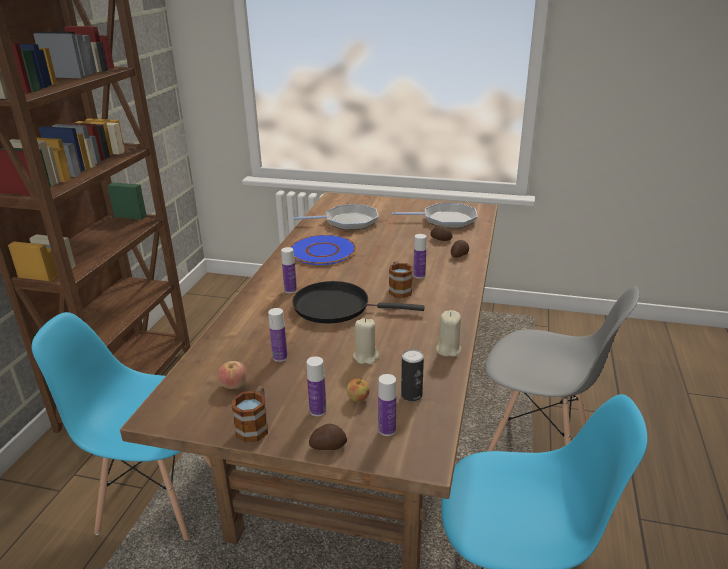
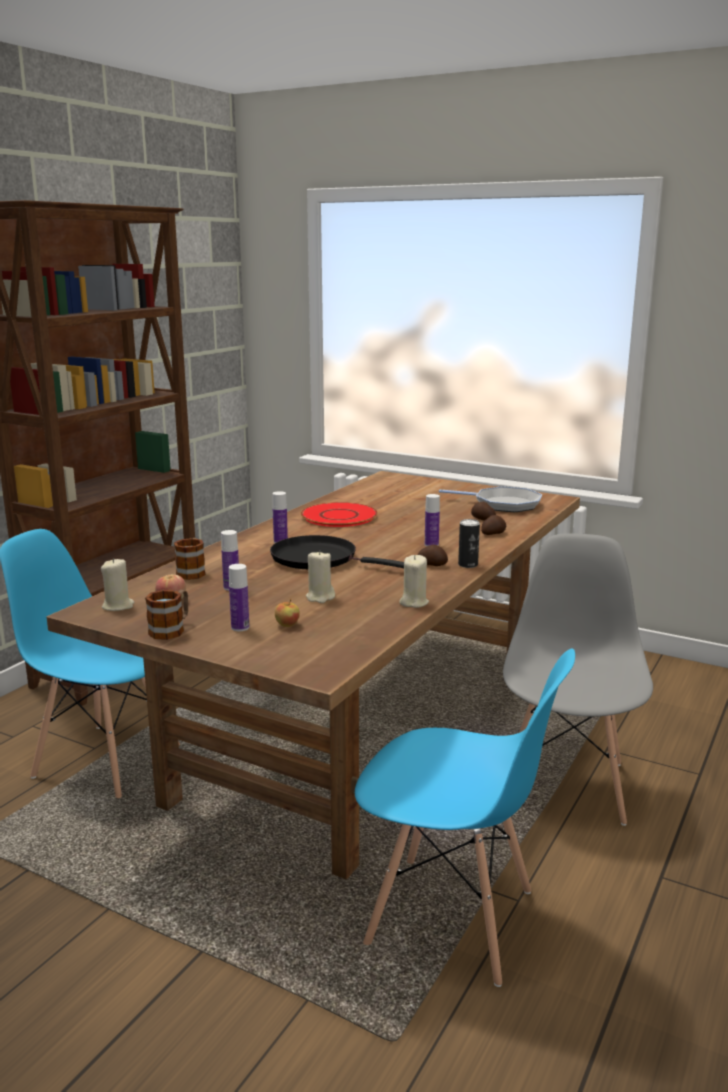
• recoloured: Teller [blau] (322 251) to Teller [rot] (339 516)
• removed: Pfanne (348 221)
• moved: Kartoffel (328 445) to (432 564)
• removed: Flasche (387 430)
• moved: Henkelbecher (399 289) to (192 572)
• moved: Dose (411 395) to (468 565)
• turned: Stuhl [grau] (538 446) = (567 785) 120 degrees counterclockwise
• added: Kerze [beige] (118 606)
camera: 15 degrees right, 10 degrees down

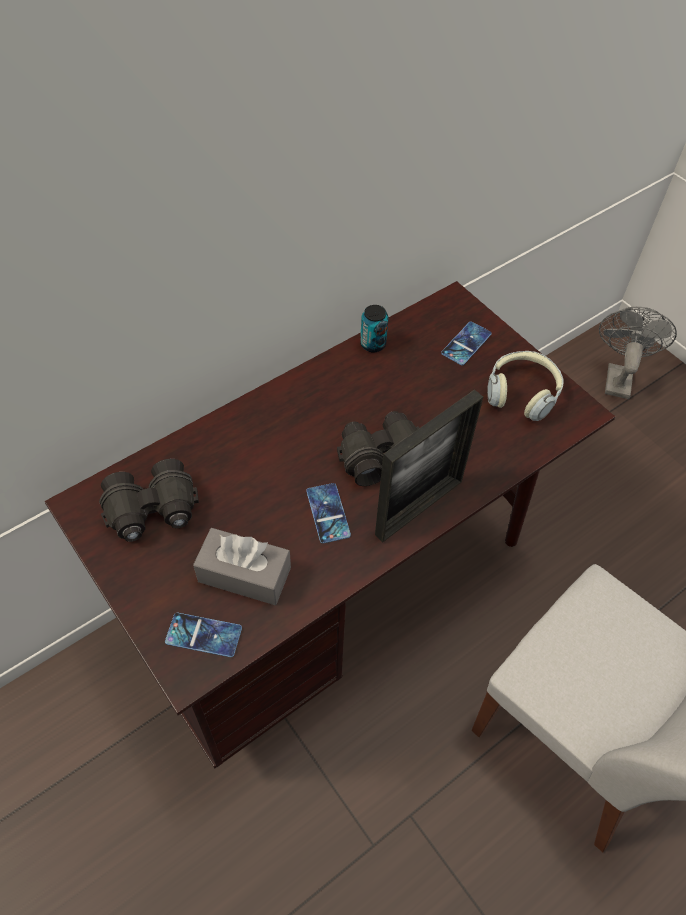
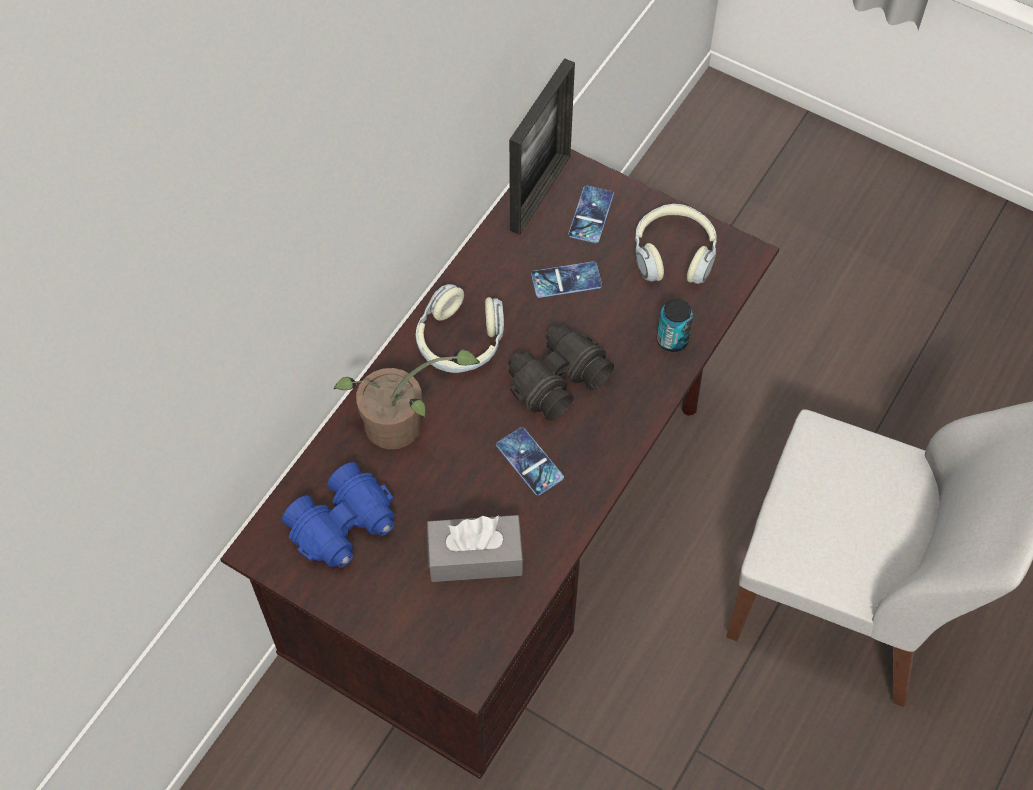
• recoloured: Fernglas [schwarz] (153 511) to Fernglas [blau] (345 526)
• moved: Handy (203 635) to (566 280)
• moved: Dose (373 344) to (672 340)
• moved: Bilderrahmen (419 507) to (540 193)
• removed: Ventilator [grau] (618 376)
• added: Topfpflanze (401 427)
• added: Kopfhörer (460 342)
camera: 20 degrees left, 5 degrees up

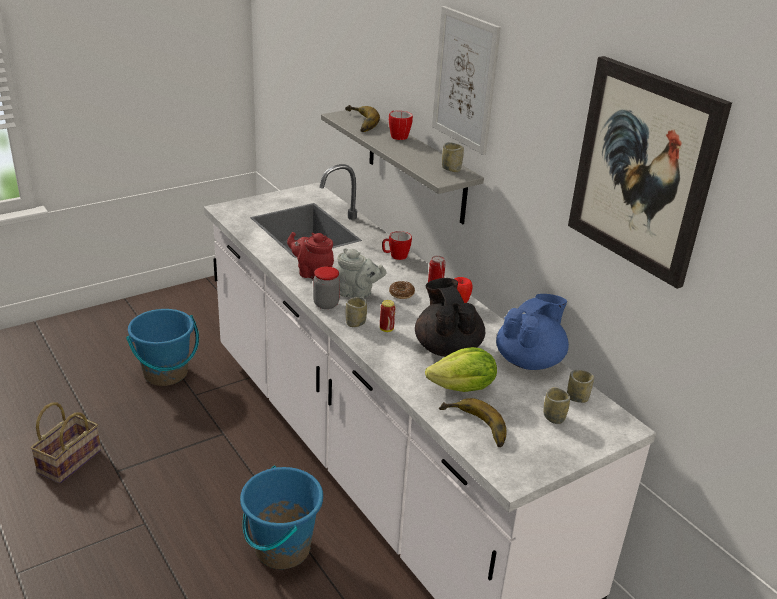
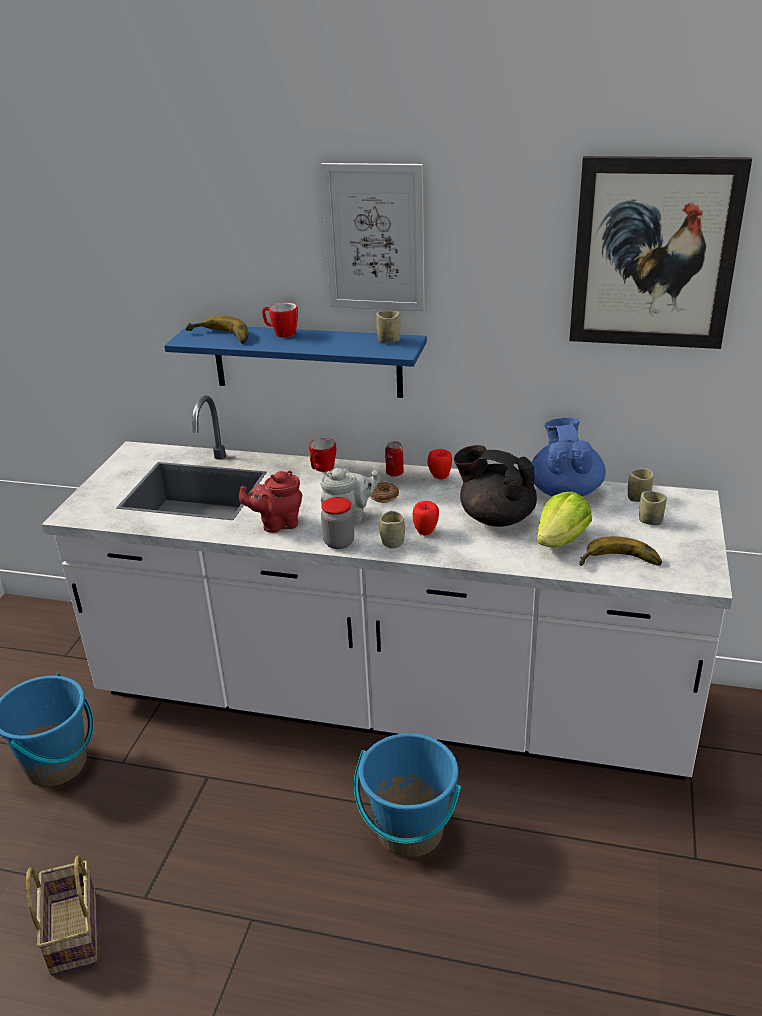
• recoloured: Wandregal [grau] (416 165) to Wandregal [blau] (307 360)
• replaced: Dose (386 329) to Apfel (426 532)
camera: 40 degrees left, 0 degrees up

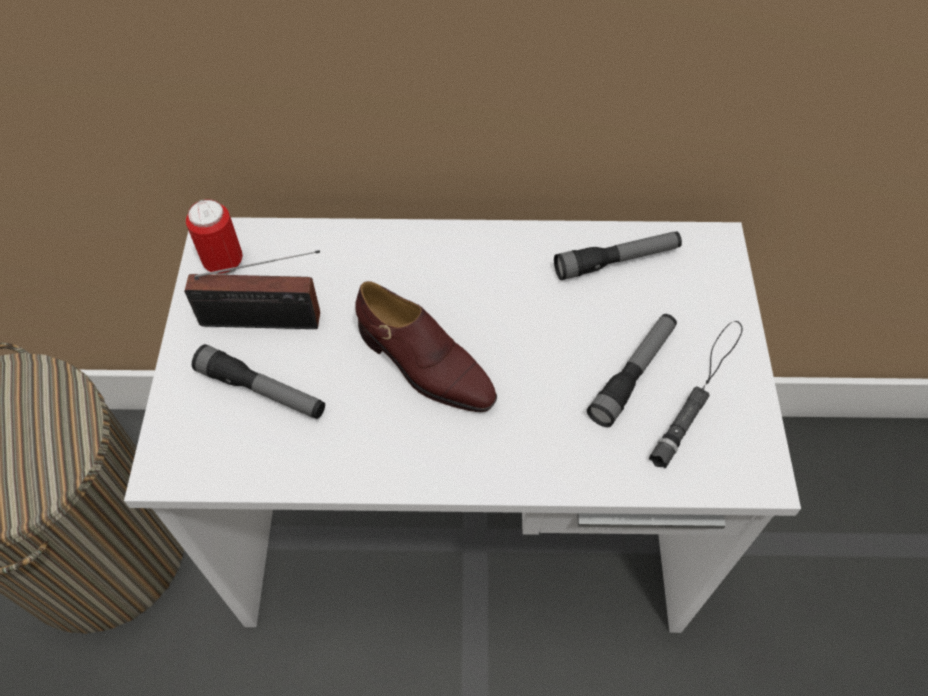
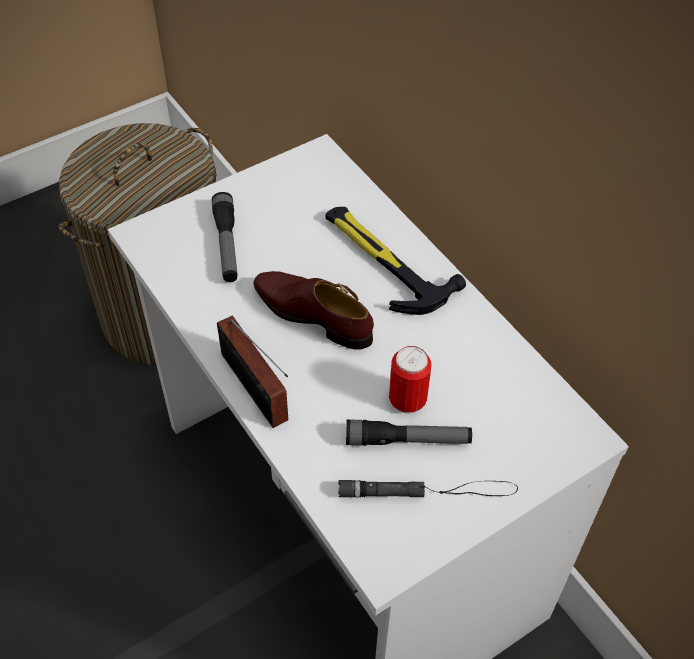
• moved: Radio (267 321) to (256 392)
• moved: Dose (224 263) to (407 401)
• turned: Schuh [braun] (424 365) = (313 315) 120 degrees clockwise
• removed: Taschenlampe (616 261)
• added: Hammer (383 261)
camera: 55 degrees right, 5 degrees down

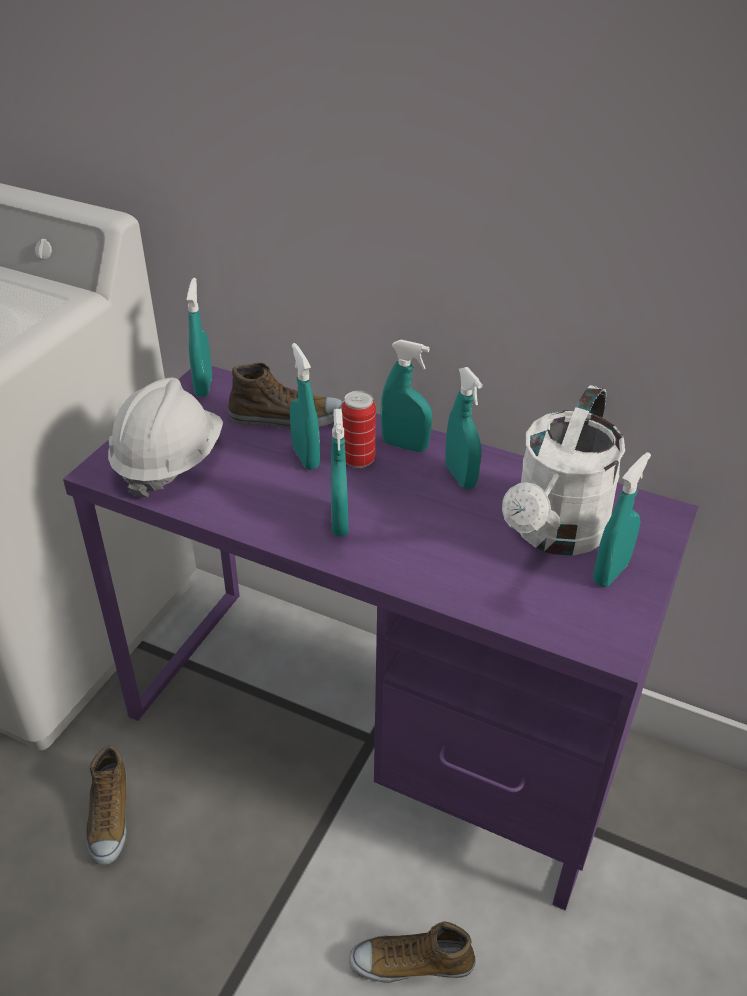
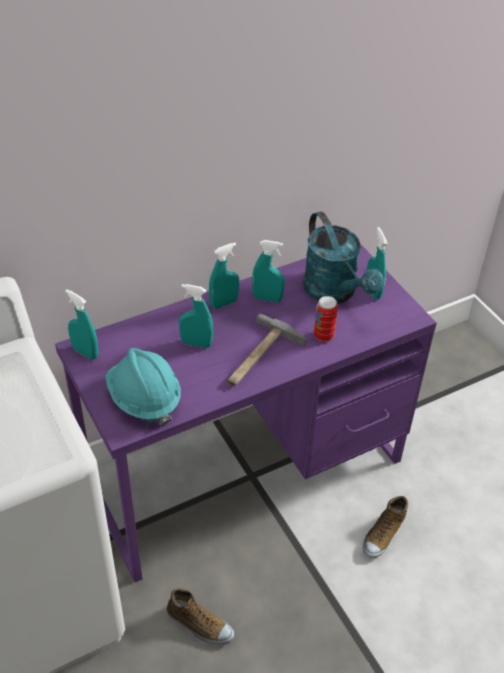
• recoloured: Schutzhelm [weiß] (168 462) to Schutzhelm [türkis] (144 399)
• removed: Schuh (287 418)
• replaced: Sprühflasche [türkis] (339 522) to Hammer (259 357)
• moved: Dose (358 460) to (323 336)
• recoloured: Gießkanne [weiß] (554 535) to Gießkanne [türkis] (335 292)
camera: 55 degrees left, 5 degrees up

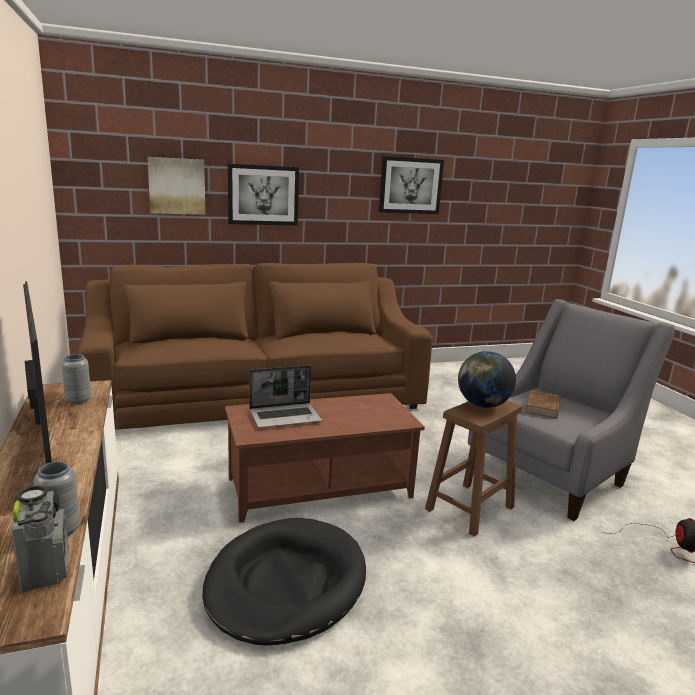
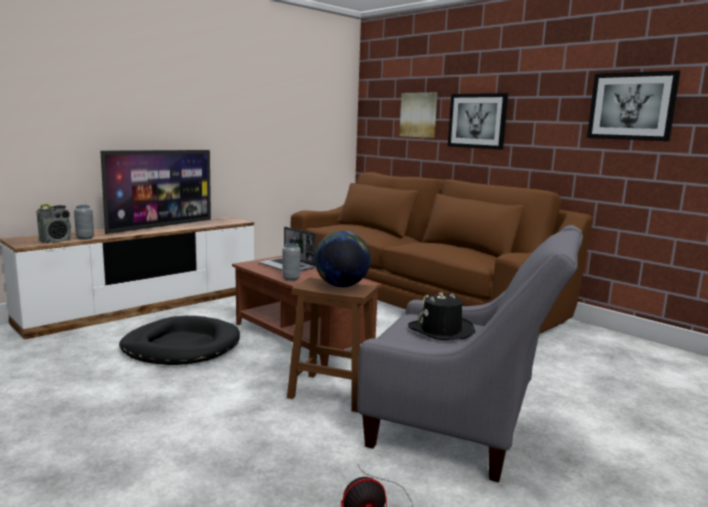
• moved: Vase [grau] (78 401) to (291 278)
• replaced: Buch [braun] (543 407) to Hut [schwarz] (441 331)
camera: 65 degrees right, 5 degrees down

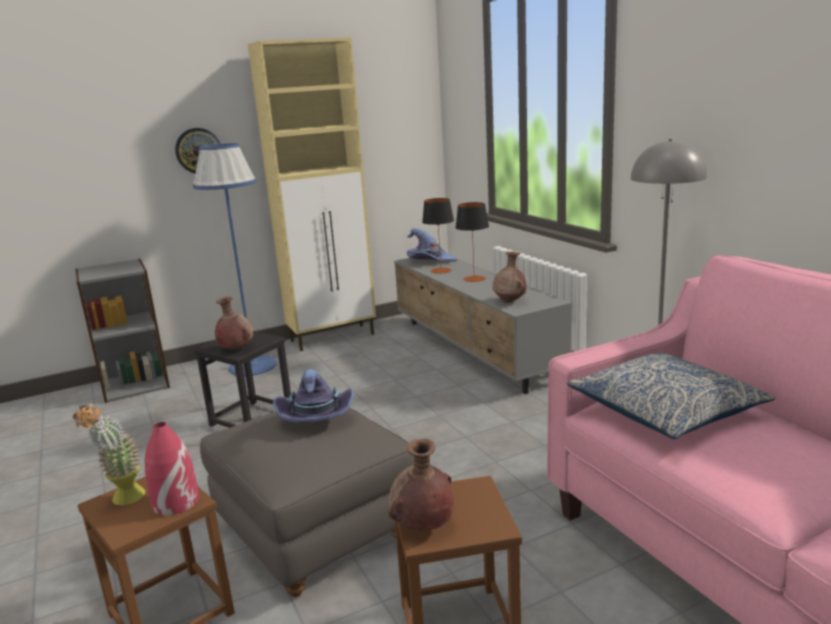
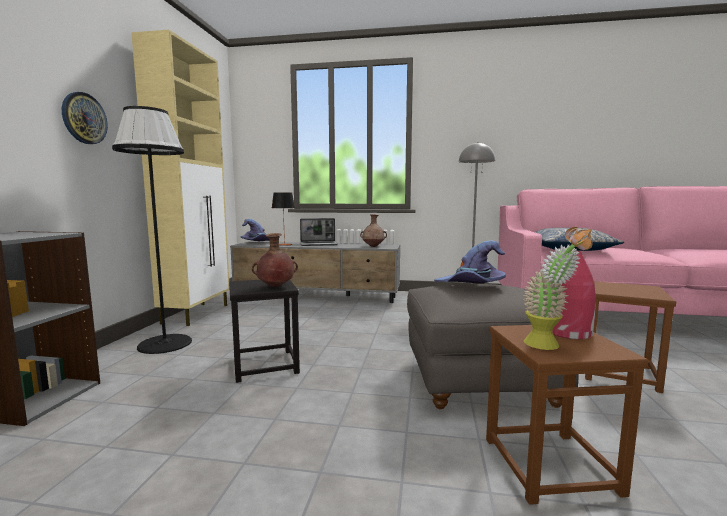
• recoloured: Stehlampe [blau] (253 366) to Stehlampe [schwarz] (165 344)
• removed: Vase [braun] (422 526)
• replaced: Tischlampe (474 279) to Laptop (319 244)
camera: 55 degrees left, 10 degrees down

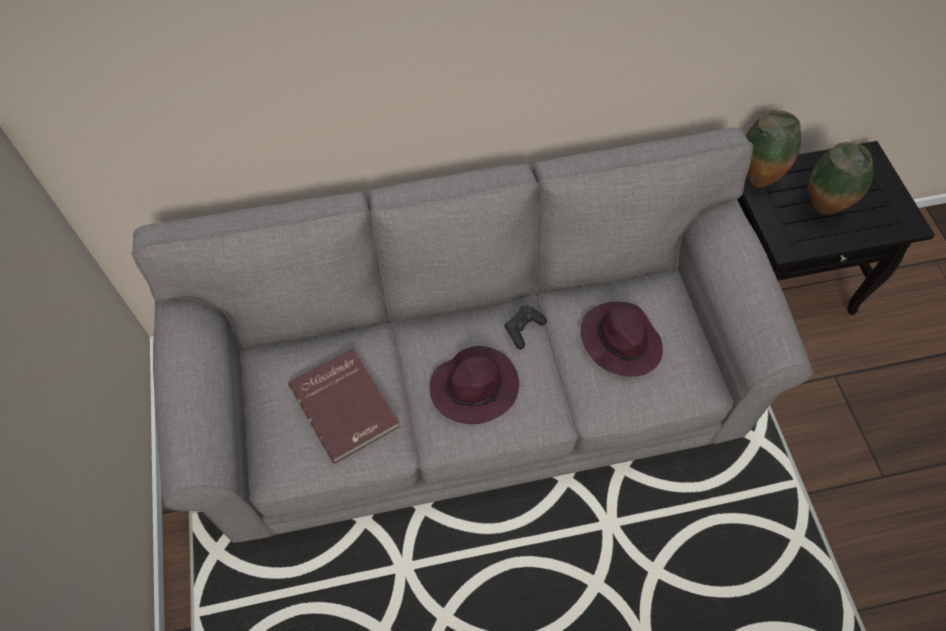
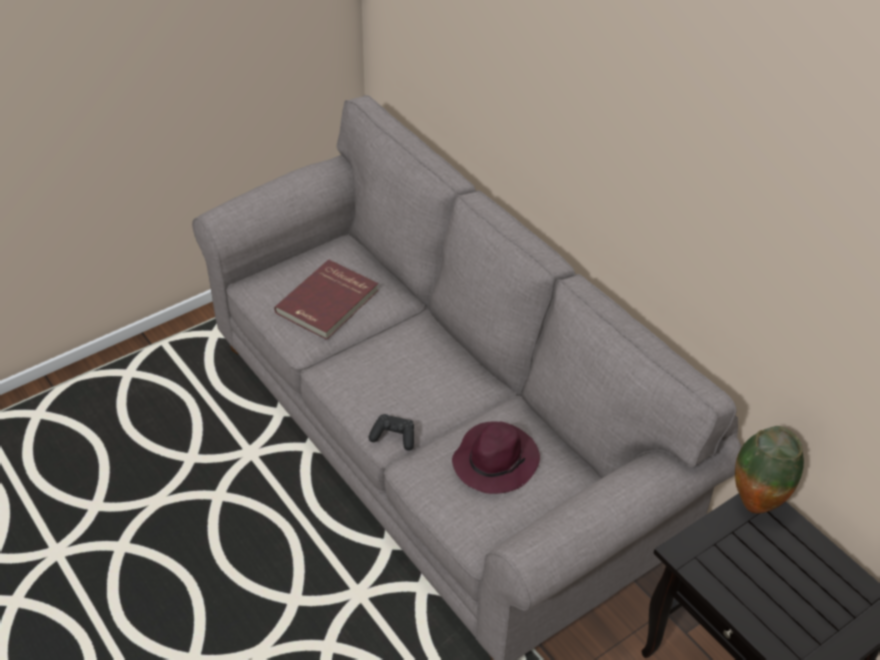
• removed: Hut [lila] (475 387)
• moved: Gamepad [schwarz] (523 329) to (394 437)
• removed: Vase (821 211)
camera: 65 degrees right, 15 degrees down

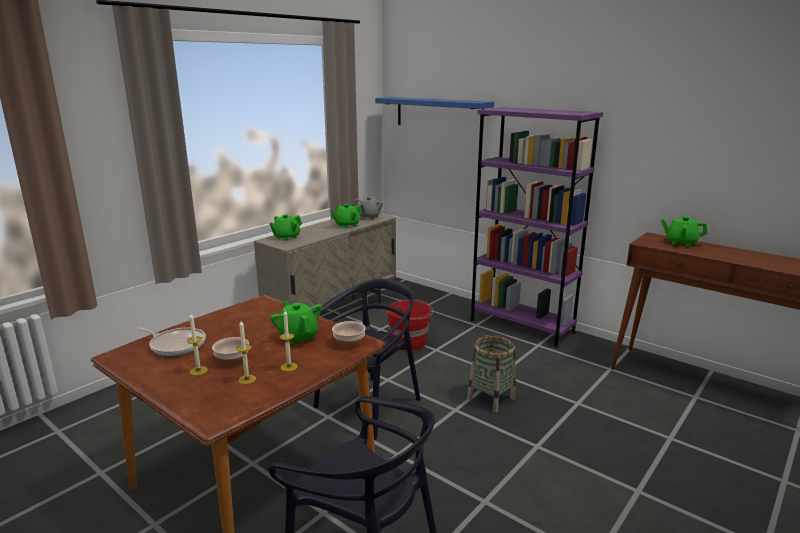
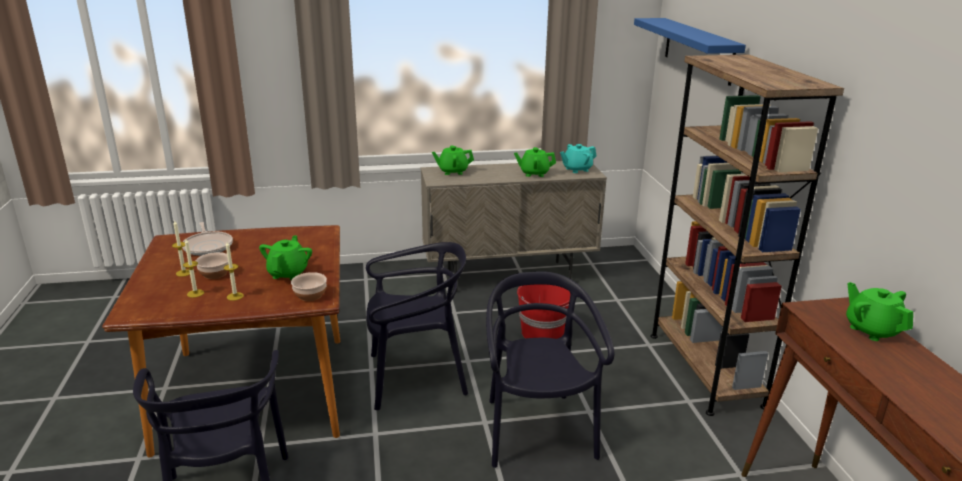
• recoloured: Teekanne [grau] (369 217) to Teekanne [türkis] (576 169)
• replaced: Korb (491 398) to Stuhl [schwarz] (537 430)
• recoloured: Bücherregal [lila] (521 326) to Bücherregal [braun] (705 369)
camera: 40 degrees right, 5 degrees up

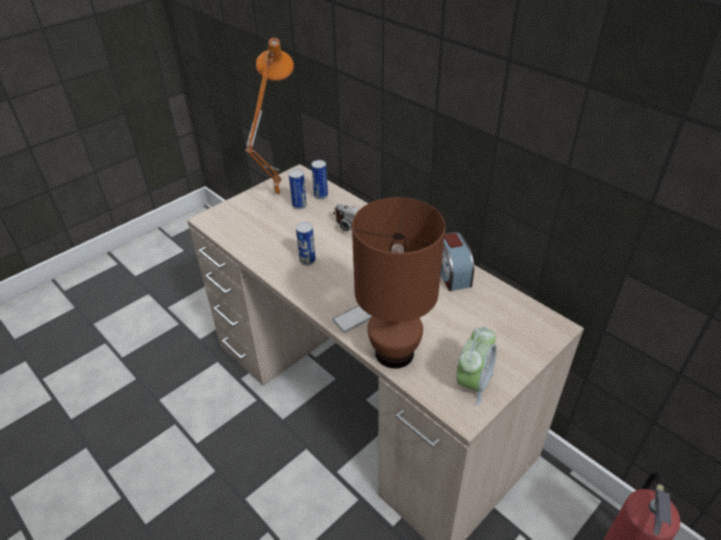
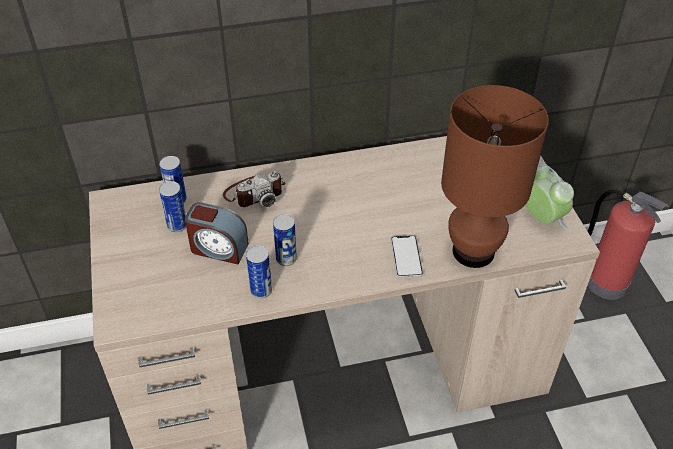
• removed: Tischlampe [orange] (275 195)
• moved: Wecker (452 275) to (218 248)
• added: Dose (261 290)
camera: 60 degrees left, 5 degrees up

